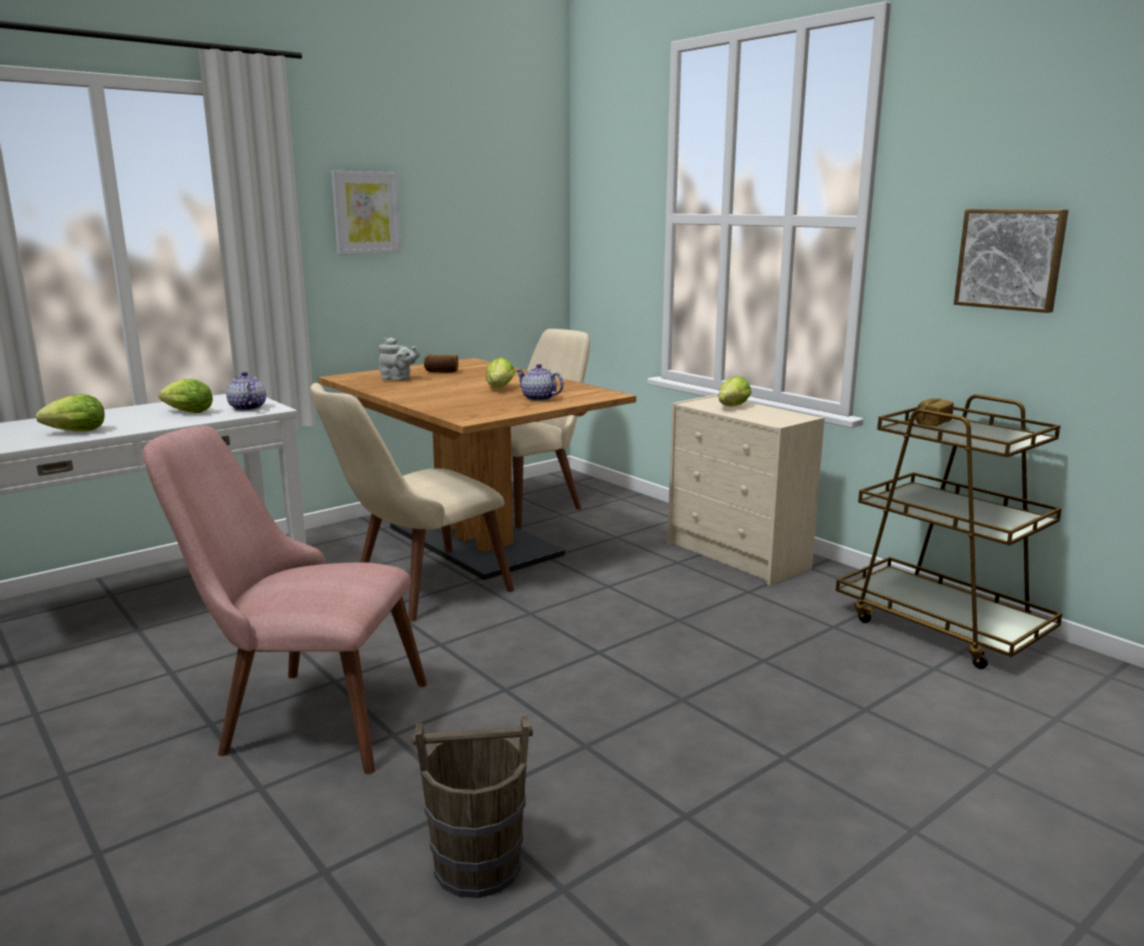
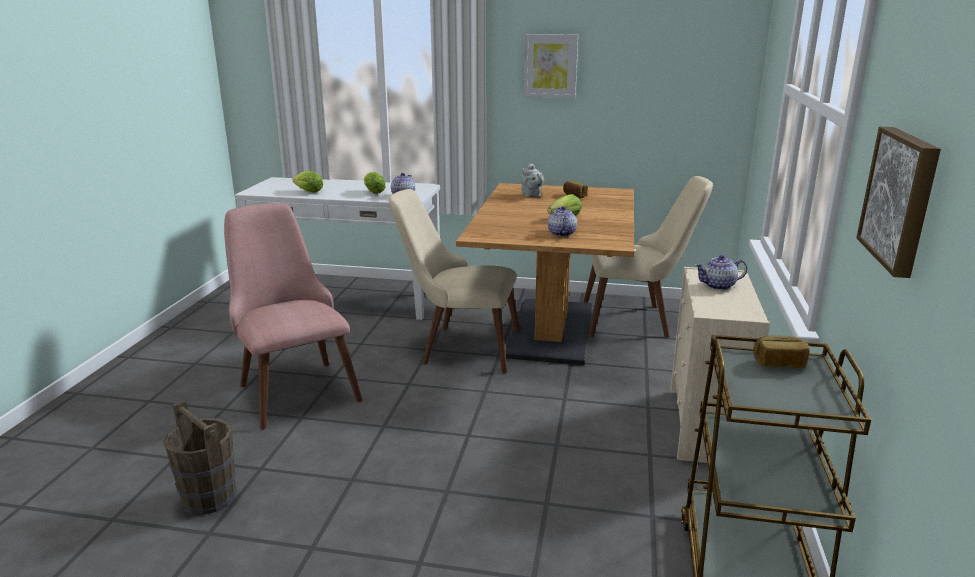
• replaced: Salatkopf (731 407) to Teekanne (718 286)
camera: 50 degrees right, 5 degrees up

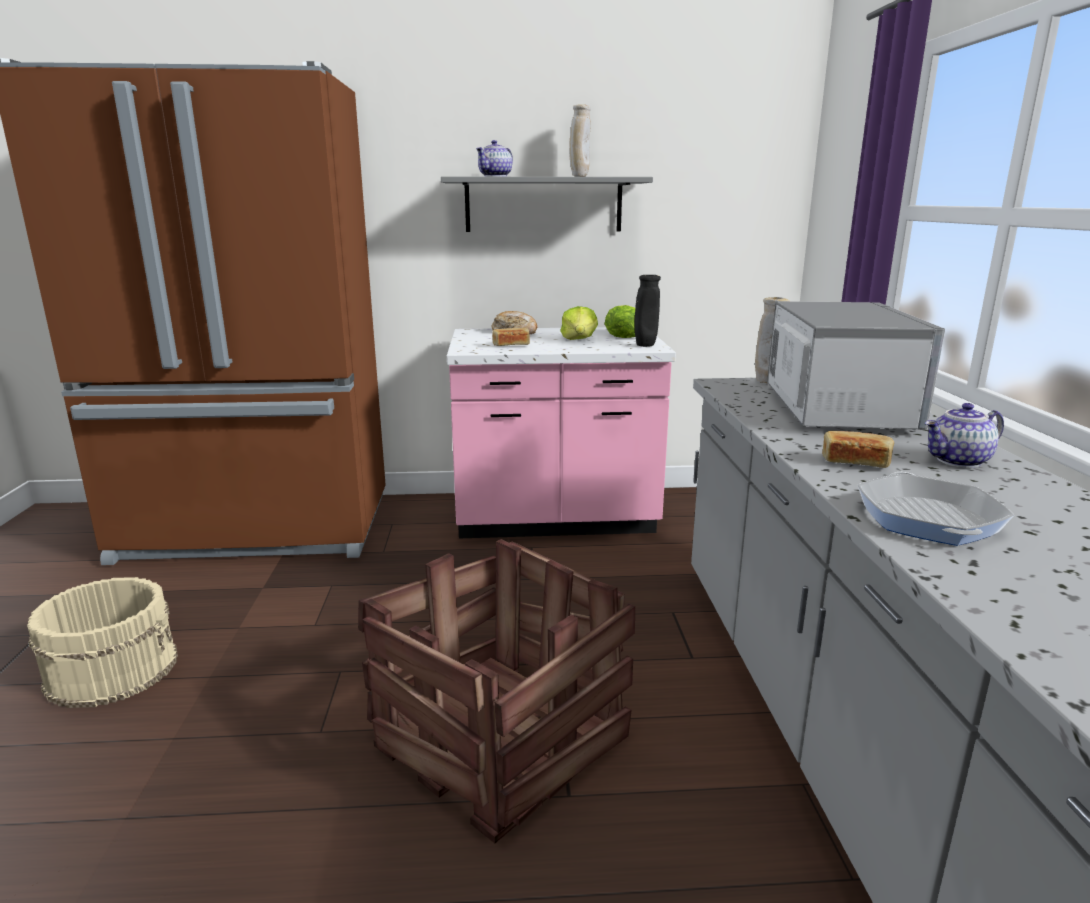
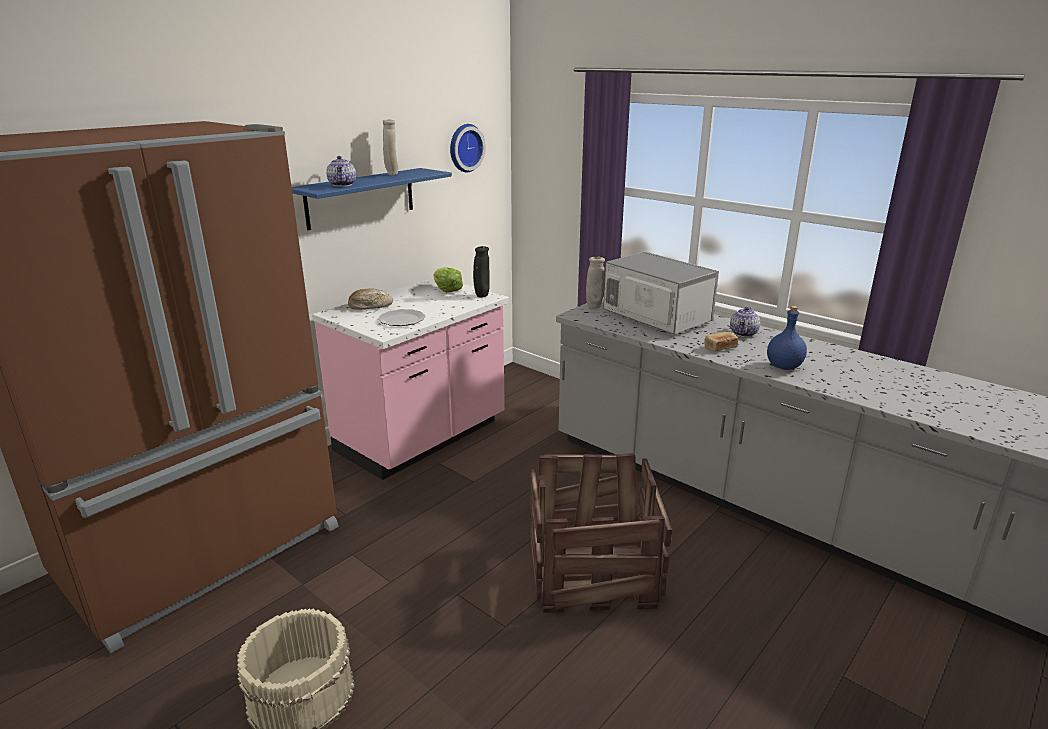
• recoloured: Wandregal [grau] (543 205) to Wandregal [blau] (360 198)
• replaced: Brot (511 345) to Teller (402 319)
• removed: Salatkopf (579 340)
• replaced: Pfanne (928 519) to Flasche [blau] (784 366)
• added: Wanduhr (464 148)
camera: 45 degrees left, 5 degrees up

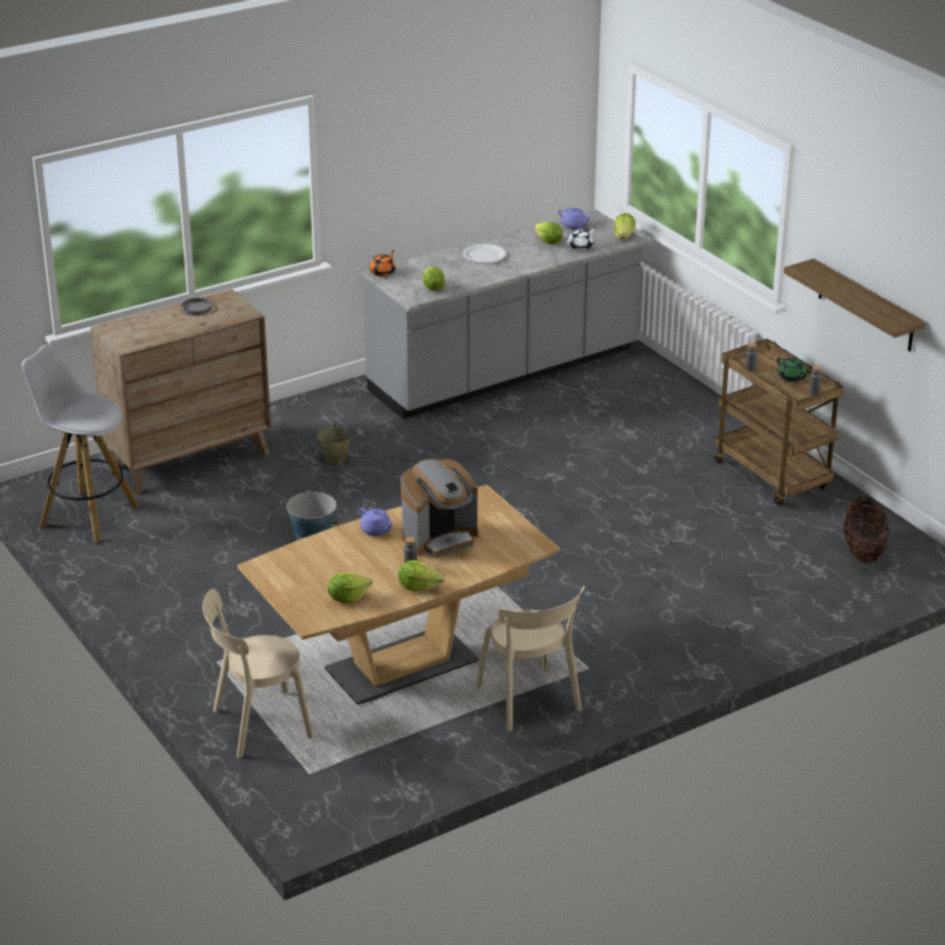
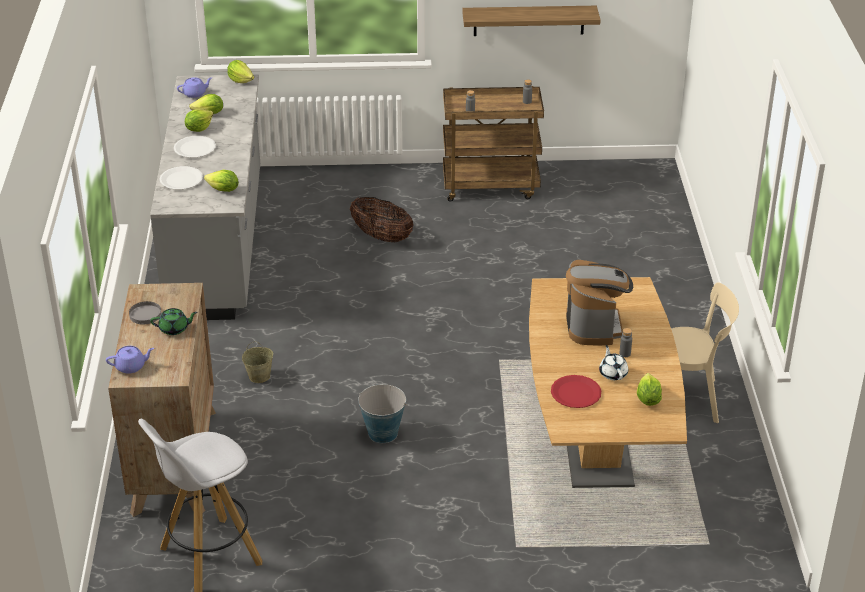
• removed: Stuhl [beige] (257 725)
• moved: Teekanne [lila] (376 530) to (131 366)
• removed: Teekanne [orange] (383 272)
• moved: Salatkopf (418 587) to (199 128)
• moved: Teekanne [weiß] (581 247) to (613 373)
• moved: Teekanne [grün] (792 377) to (174 329)
• moved: Korb (863 552) to (381 236)
• added: Teller [weiß] (181 179)
• added: Teller [rot] (575 393)
camera: 60 degrees left, 5 degrees up

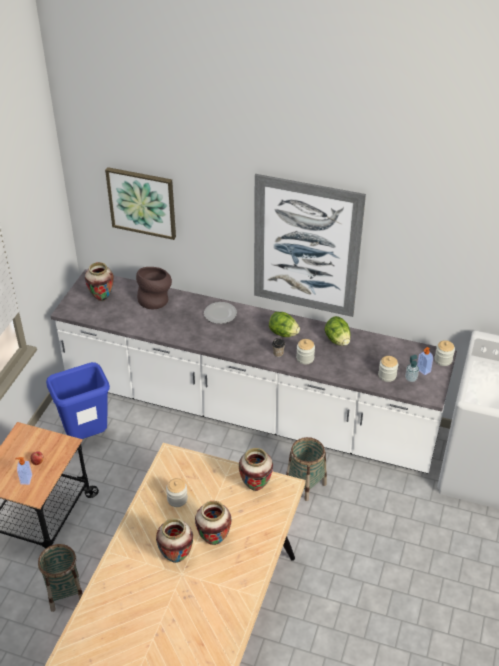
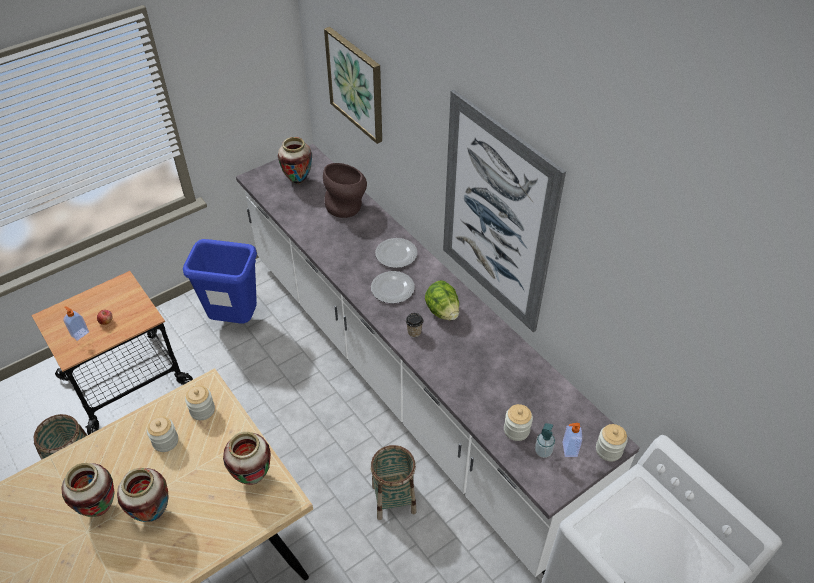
• moved: Vorratsglas (305 358) to (202 410)
• removed: Salatkopf (337 340)
• added: Teller (392 288)
camera: 35 degrees right, 5 degrees up

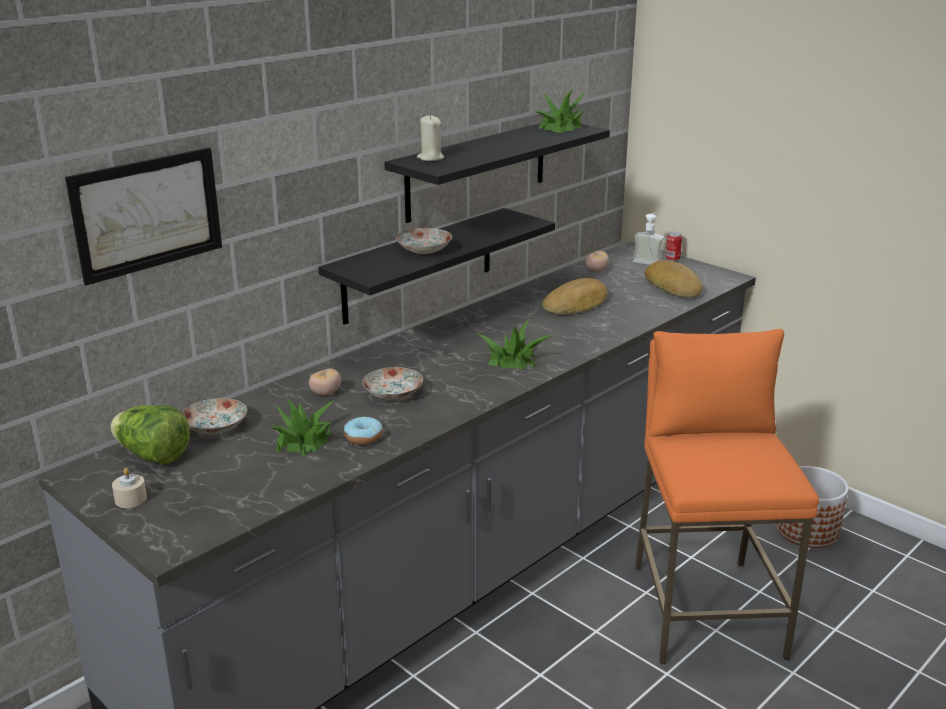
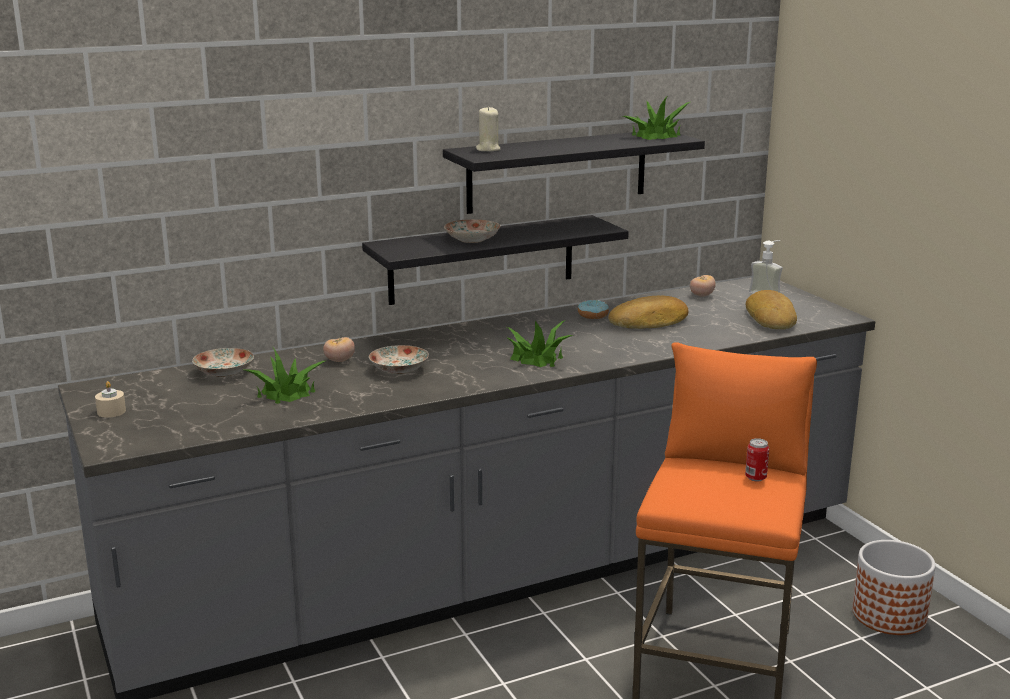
• removed: Bild (147 214)
• removed: Salatkopf (153 456)
• moved: Donut (363 437) to (593 315)
• moved: Dose (672 259) to (755 478)
camera: 20 degrees right, 5 degrees down

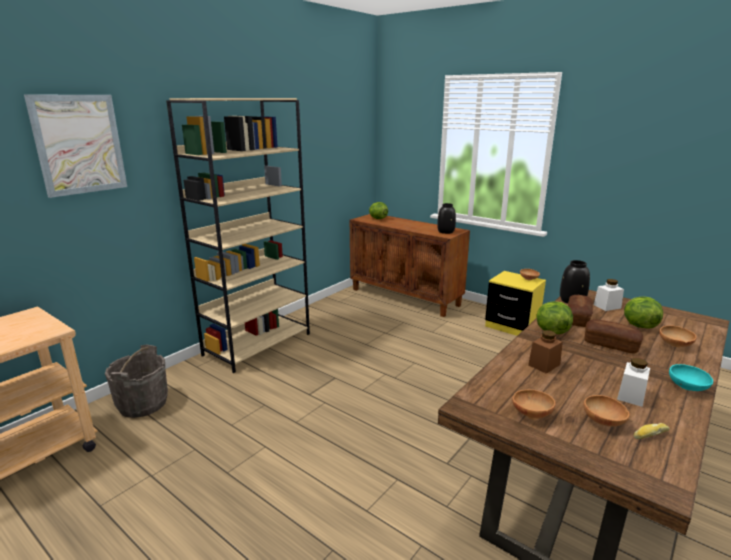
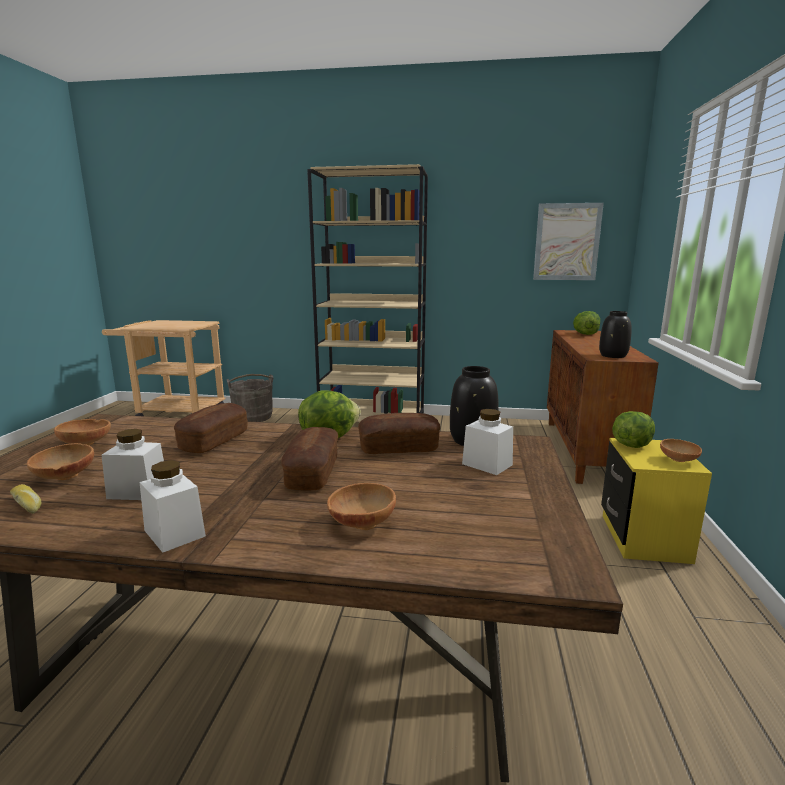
• moved: Bild (79 144) to (567 242)
• replaced: Vorratsglas [braun] (544 365) to Brot (214 441)
• moved: Salatkopf (638 325) to (631 445)
• replaced: Schüssel [türkis] (687 388) to Vorratsglas [weiß] (174 533)
camera: 60 degrees right, 5 degrees down

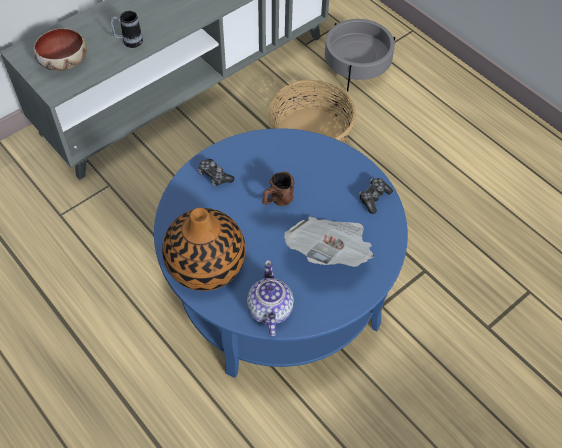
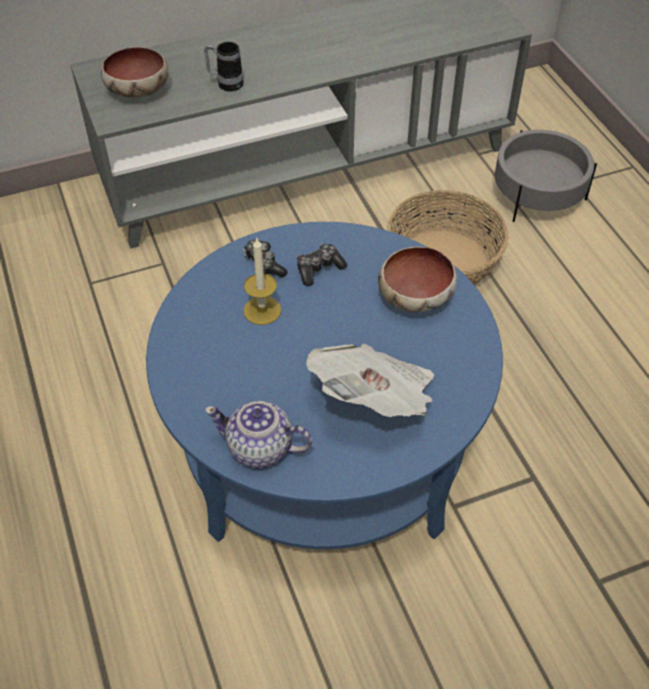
• removed: Vase (206 264)
• turned: Teekanne (269 310) = (260 449) 90 degrees counterclockwise
• removed: Henkelbecher [braun] (276 201)
• moved: Gamepad (374 198) to (319 269)
• added: Kerze (262 310)
• added: Schüssel (416 295)
camera: 20 degrees right, 5 degrees down

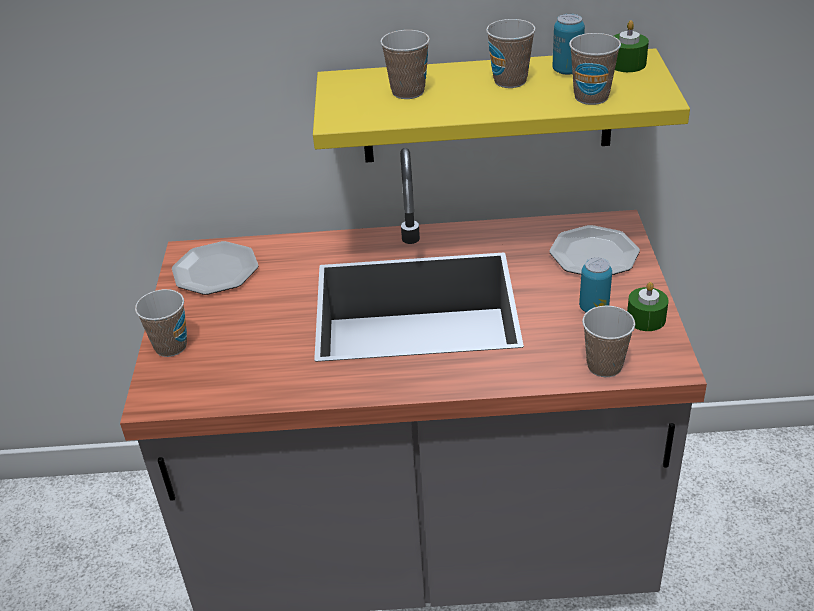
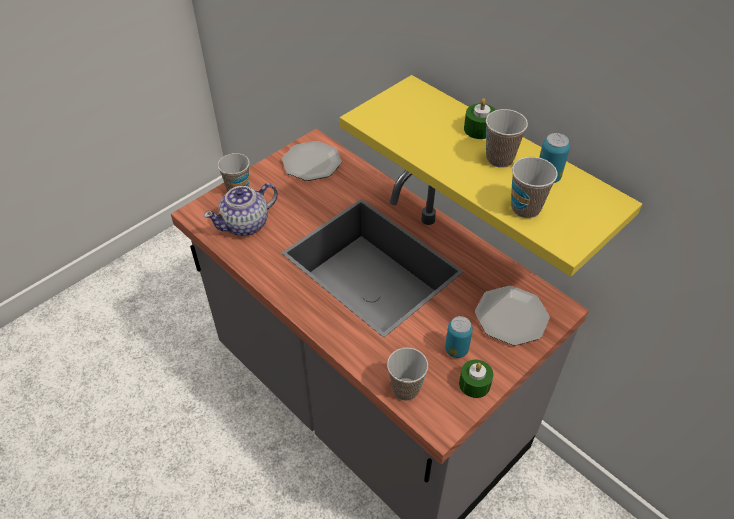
• removed: Tasse (408 92)
• moved: Kerze [grün] (627 64) to (479 129)
• added: Teekanne (246 224)
camera: 45 degrees right, 10 degrees up

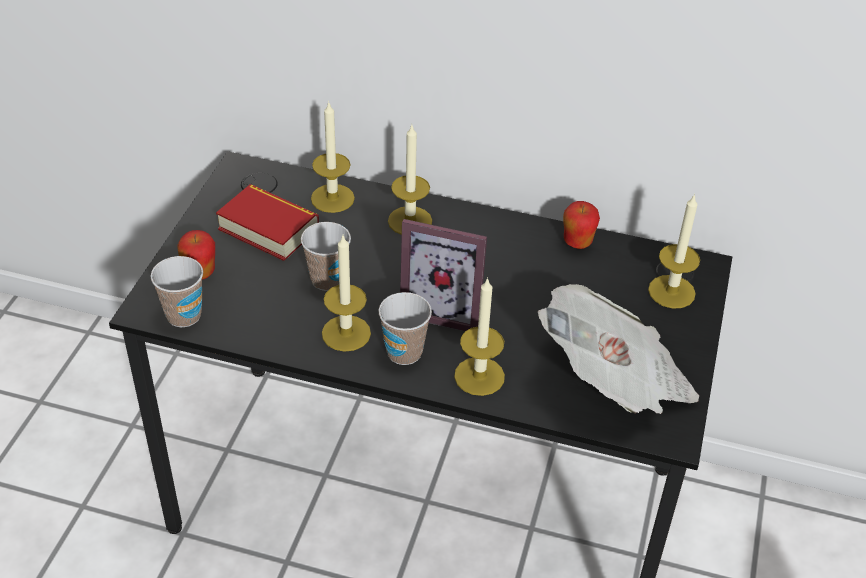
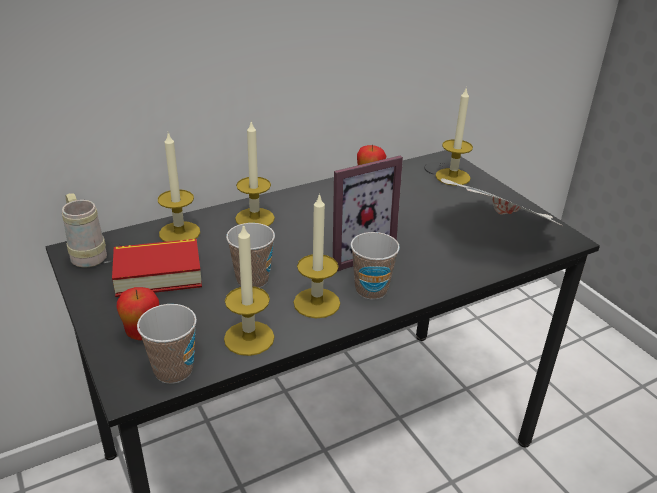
• moved: Kerze (479 376) to (249 338)
• added: Henkelbecher [beige] (87 254)
camera: 45 degrees left, 10 degrees down

